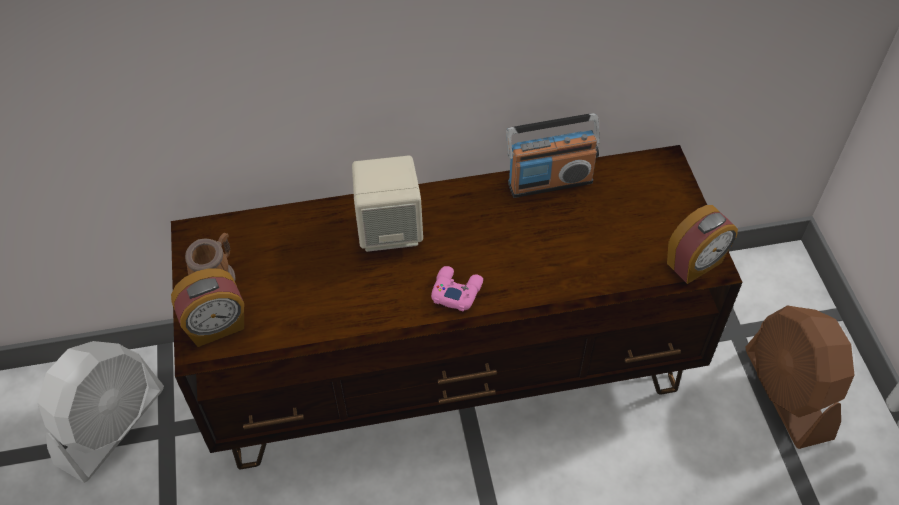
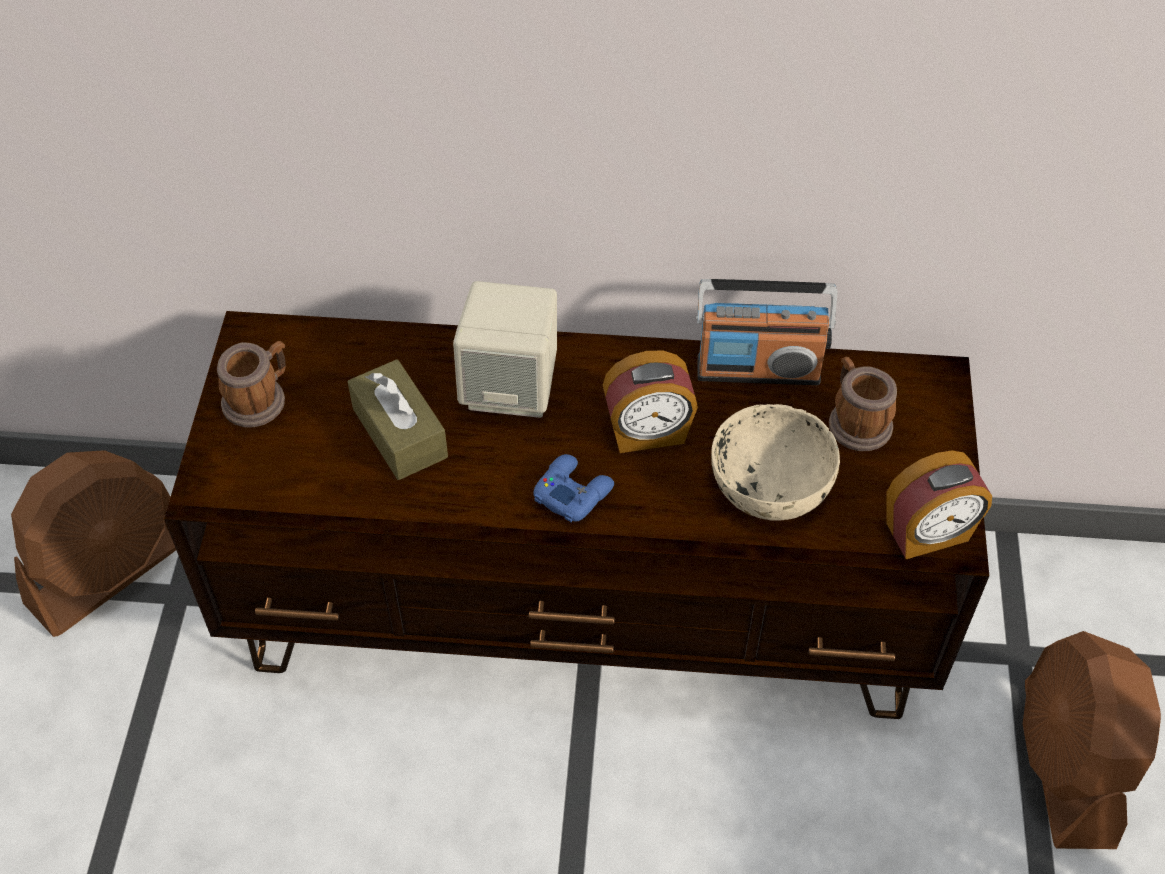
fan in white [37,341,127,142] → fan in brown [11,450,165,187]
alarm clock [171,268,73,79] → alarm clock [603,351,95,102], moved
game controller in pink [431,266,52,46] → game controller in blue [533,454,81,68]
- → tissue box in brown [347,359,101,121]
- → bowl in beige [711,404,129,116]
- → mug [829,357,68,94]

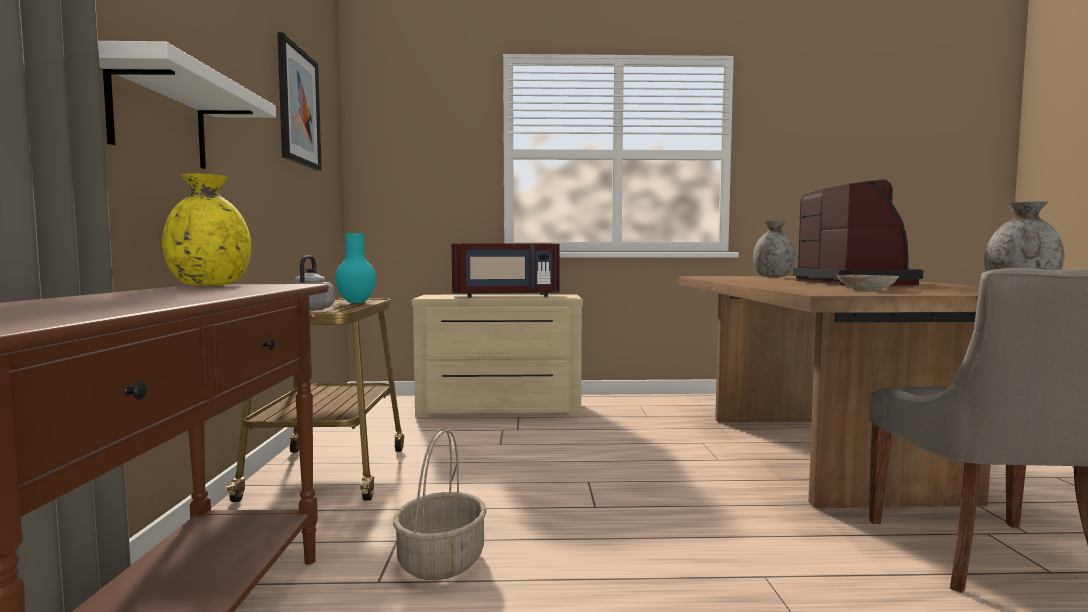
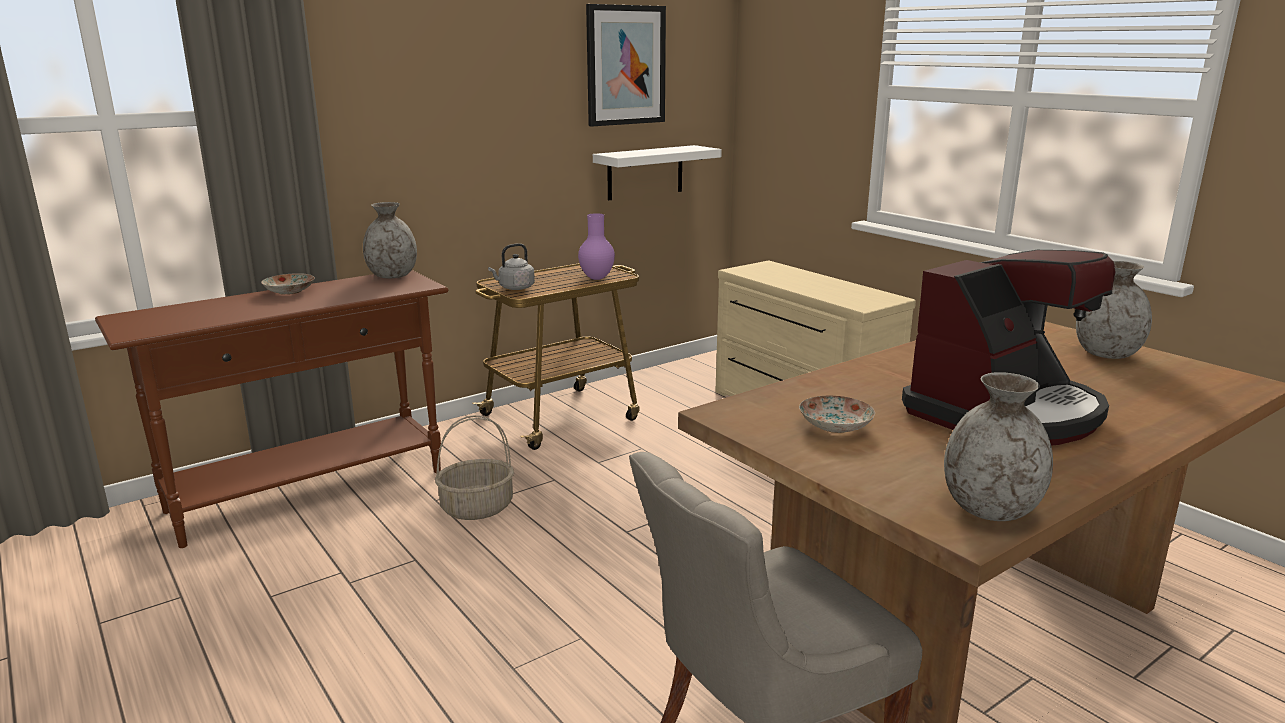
shelf in white [98,41,178,128] → shelf in white [593,145,129,55], moved
vase in yellow [162,173,89,113] → vase in grey [363,202,54,76]
vase in turquoise [335,233,41,70] → vase in purple [578,213,37,67]
microwave in red [452,243,108,55] → -
- → plate [261,273,54,22]

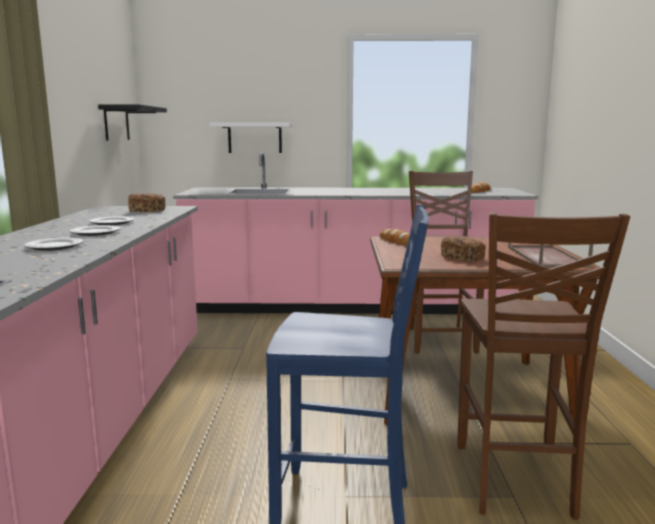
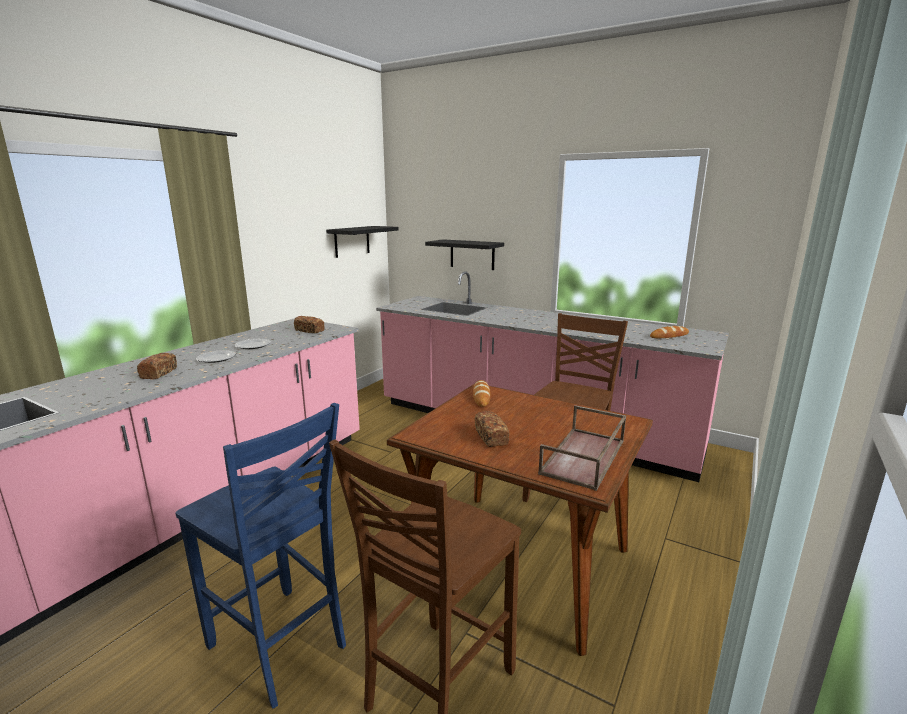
plate [24,238,59,13] → bread [137,353,40,26]
shelf in white [209,122,83,31] → shelf in black [425,239,79,31]

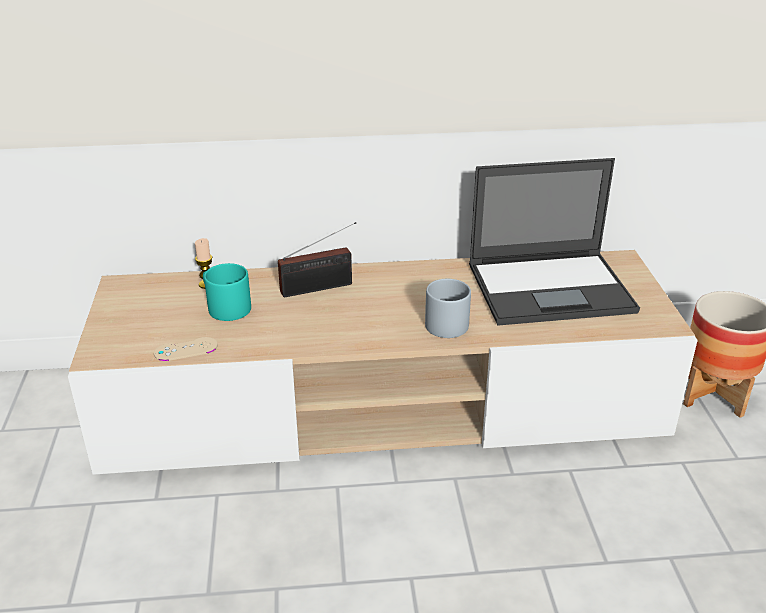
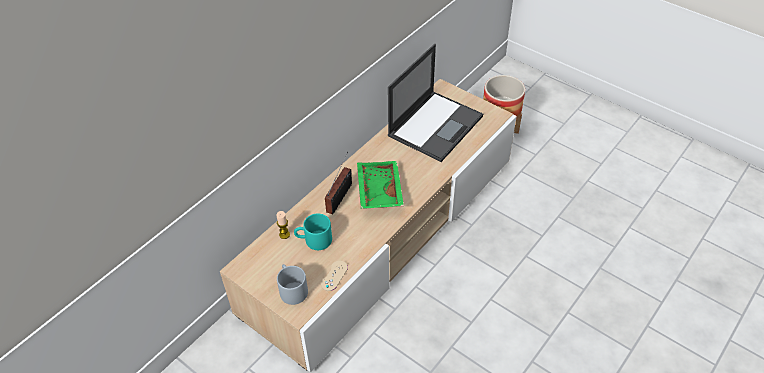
mug in grey [425,279,46,59] → mug in grey [277,264,31,41], moved
- → tray in green [357,161,47,48]

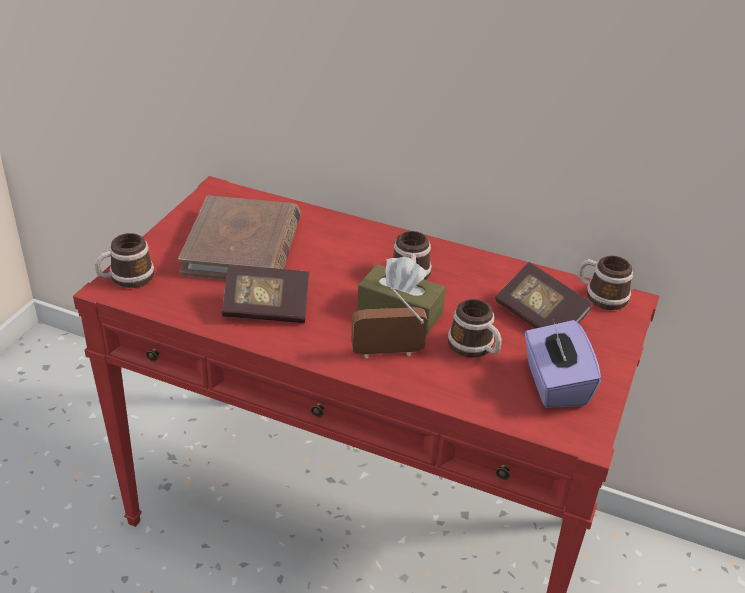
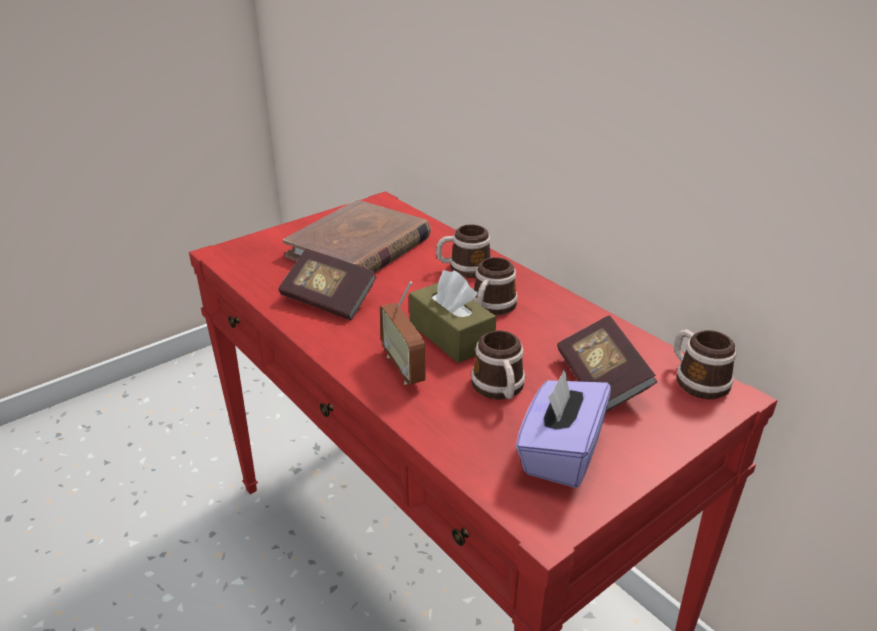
mug [95,233,59,55] → mug [436,224,56,54], moved
radio [351,287,77,72] → radio [379,281,47,104], 135 degrees counterclockwise

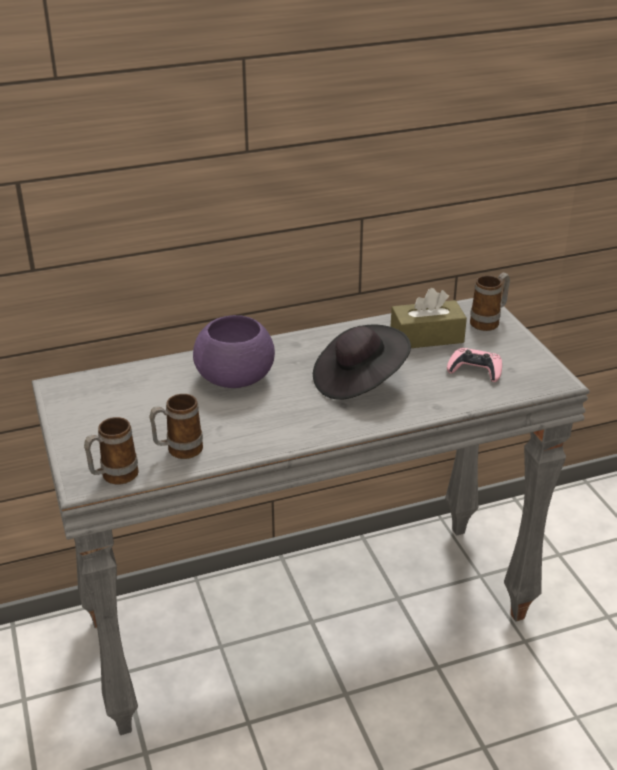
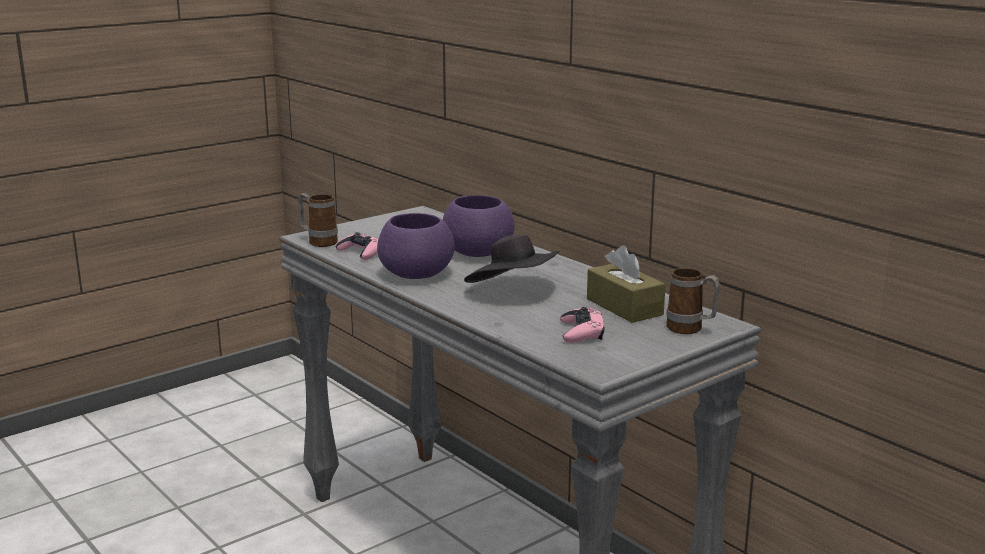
mug [150,394,53,65] → game controller in pink [335,232,43,28]
- → bowl in purple [377,213,78,66]

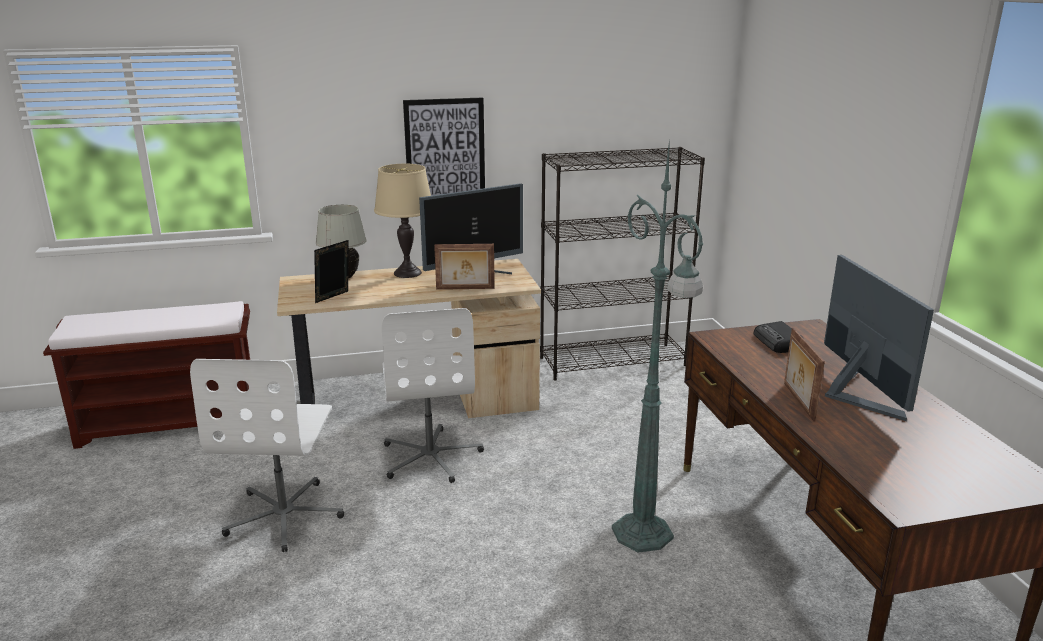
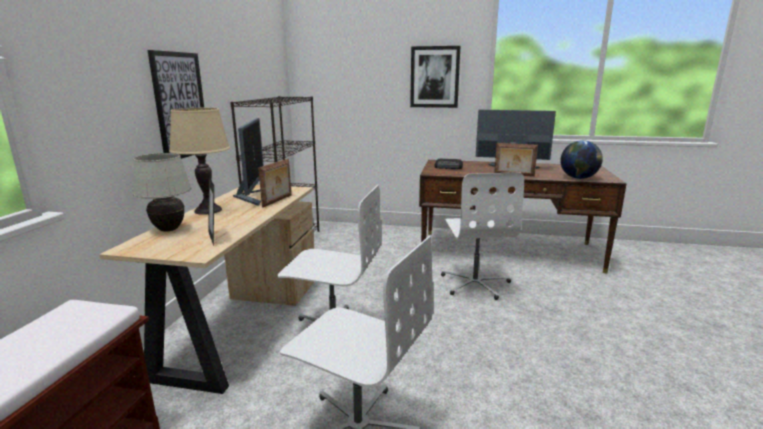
floor lamp in green [612,137,91,416] → office chair in white [441,172,83,128]
- → picture [410,46,50,62]
- → globe [560,140,43,39]

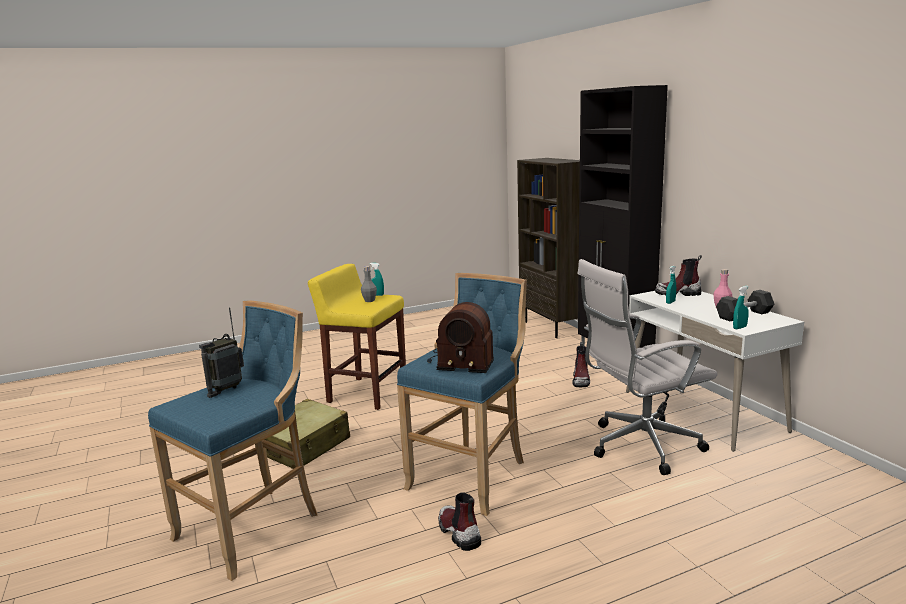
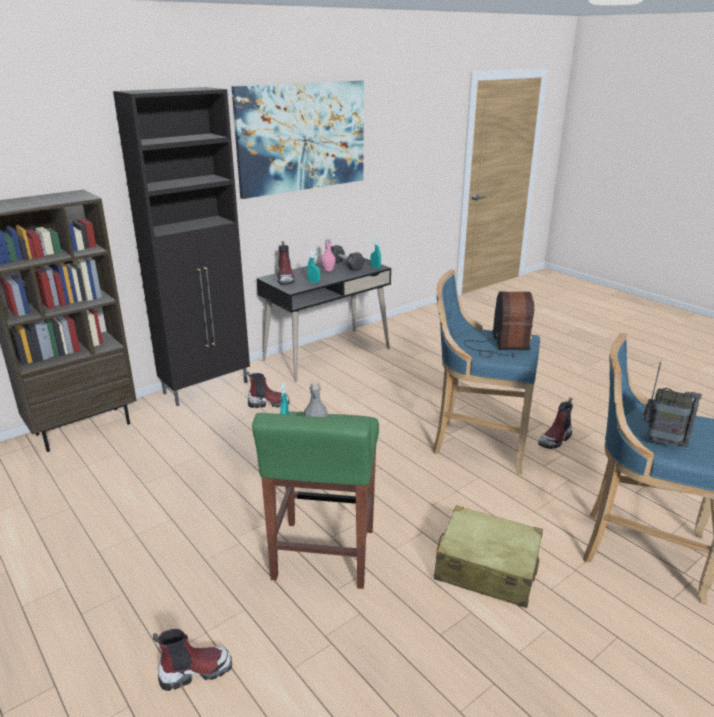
stool in yellow [308,264,98,146] → stool in green [252,412,127,177]
office chair in white [577,259,140,216] → -
desk in white [626,291,178,161] → desk in black [257,256,134,126]
- → boot [153,629,79,62]
- → picture [231,80,133,119]

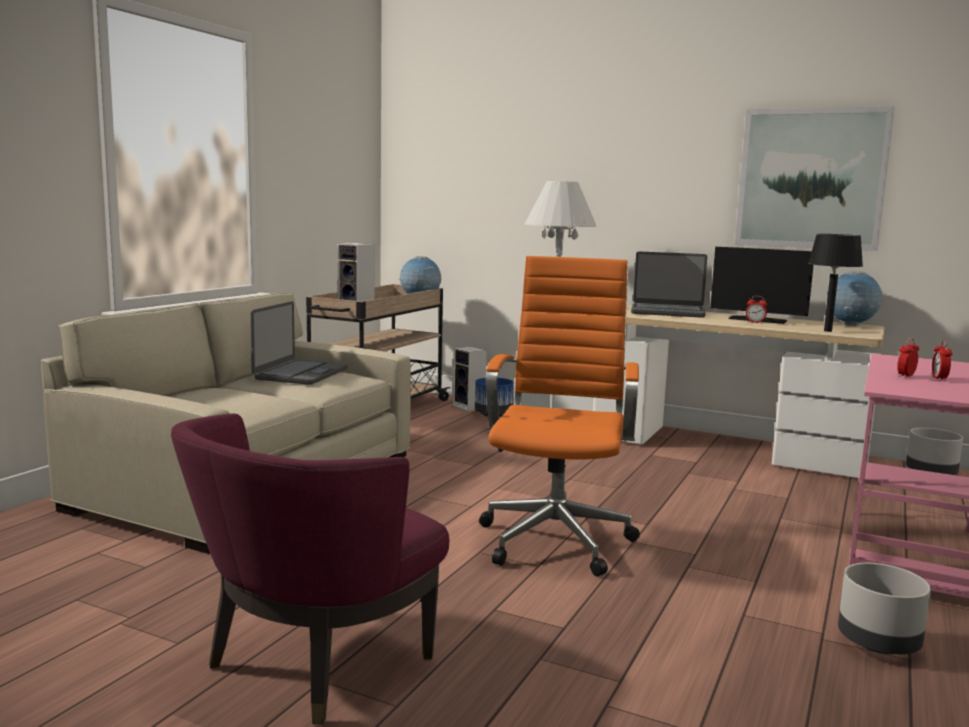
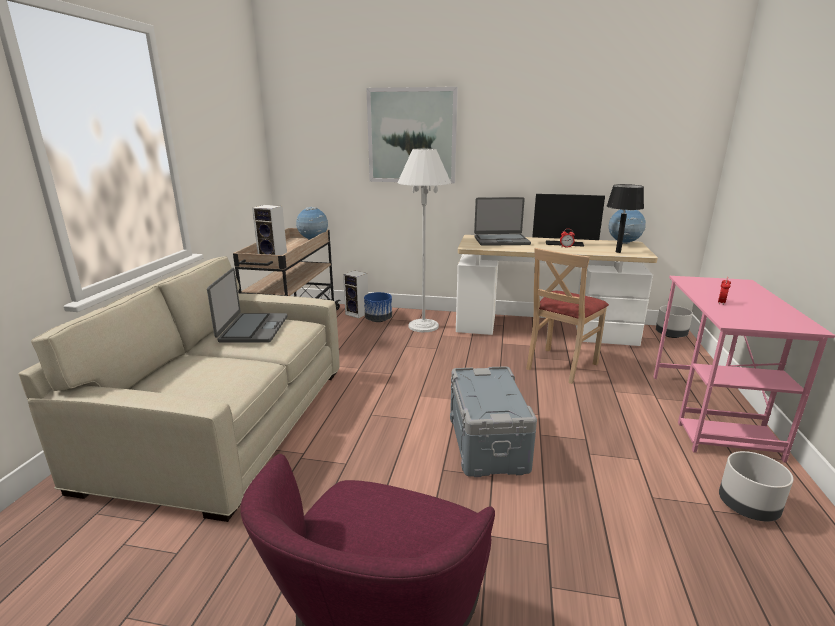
office chair in orange [479,256,161,320] → storage box in grey [450,366,87,111]
picture [735,106,160,145] → picture [366,87,92,96], moved
alarm clock [932,340,20,41] → -
- → chair in beige [526,248,83,136]

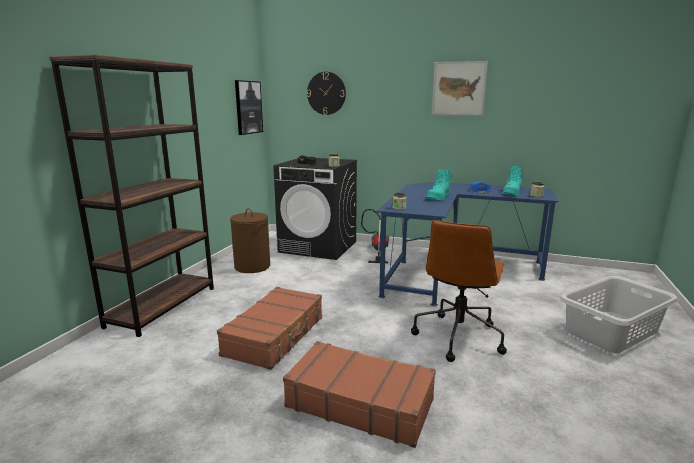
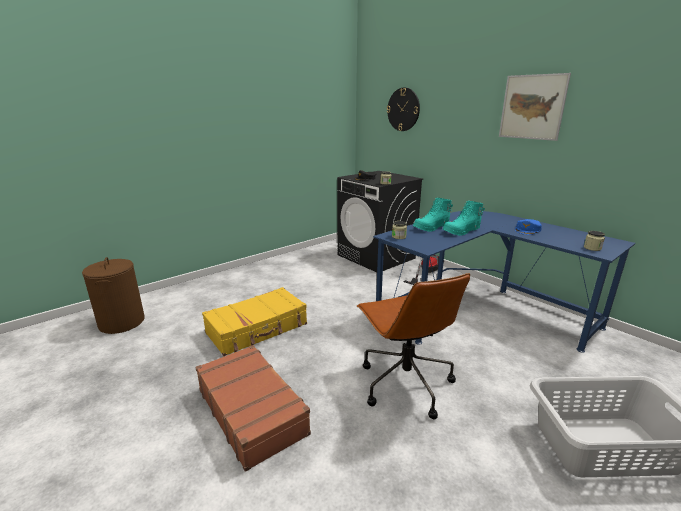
bookcase in brown [49,55,165,282] → -
suitcase in brown [217,287,105,83] → suitcase in yellow [202,287,105,69]
laundry basket in brown [230,208,40,65] → laundry basket in brown [82,257,63,77], moved
picture [235,80,28,55] → -
office chair in brown [411,220,96,142] → office chair in brown [357,273,113,147], 75 degrees counterclockwise
boot in turquoise [502,166,21,29] → boot in turquoise [413,198,40,34], moved

